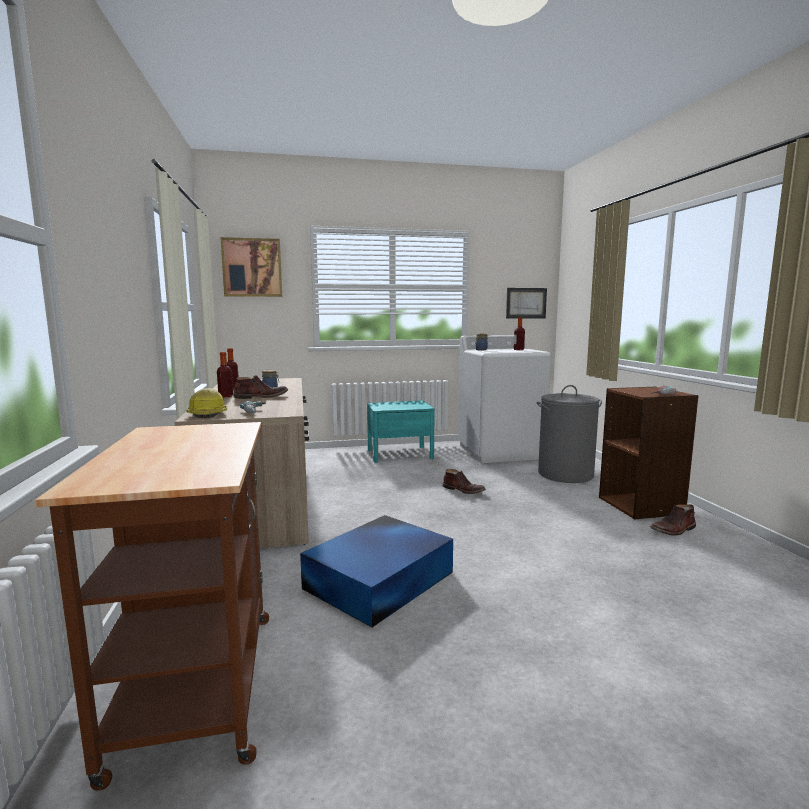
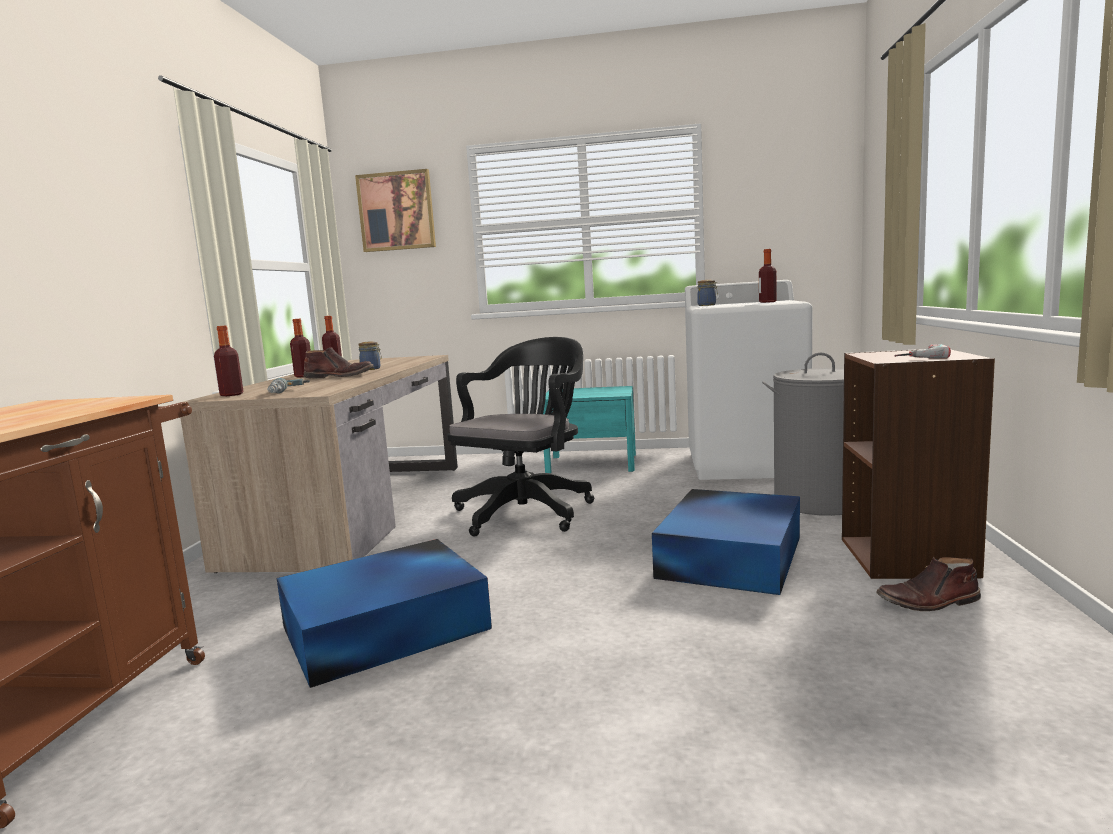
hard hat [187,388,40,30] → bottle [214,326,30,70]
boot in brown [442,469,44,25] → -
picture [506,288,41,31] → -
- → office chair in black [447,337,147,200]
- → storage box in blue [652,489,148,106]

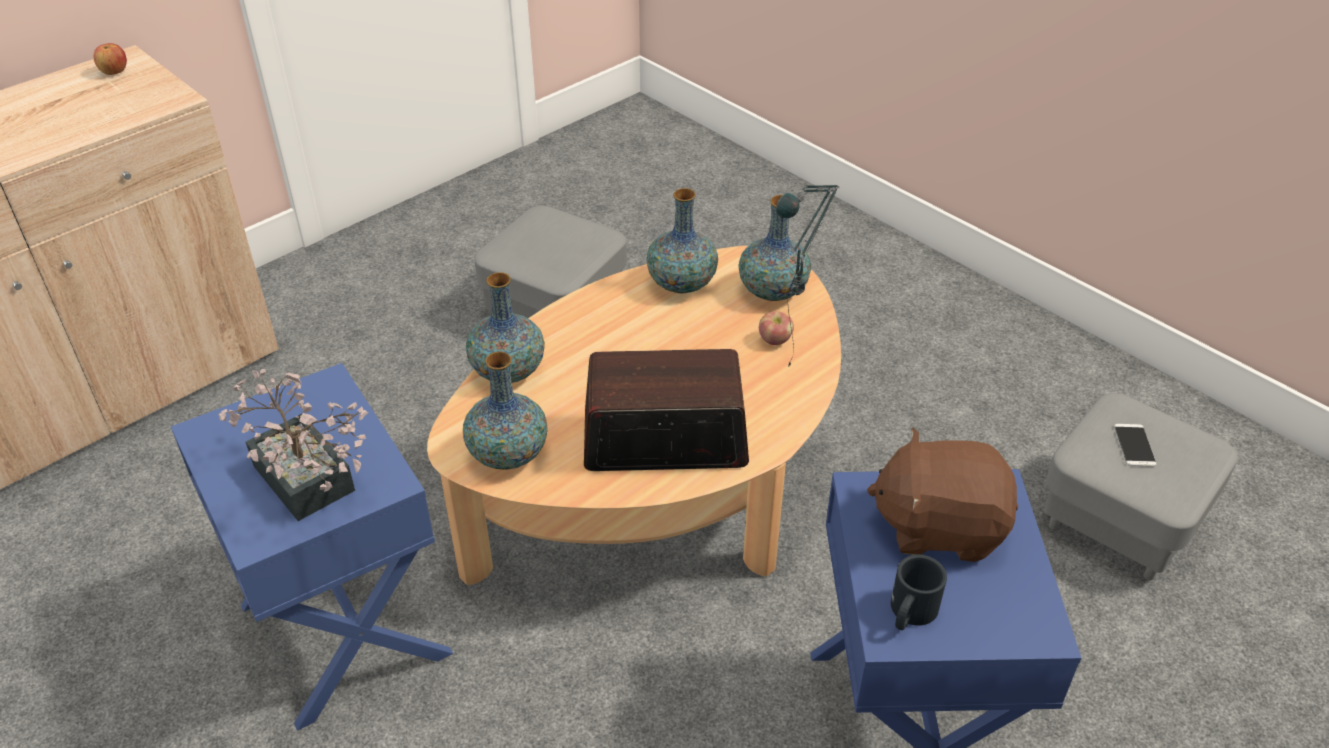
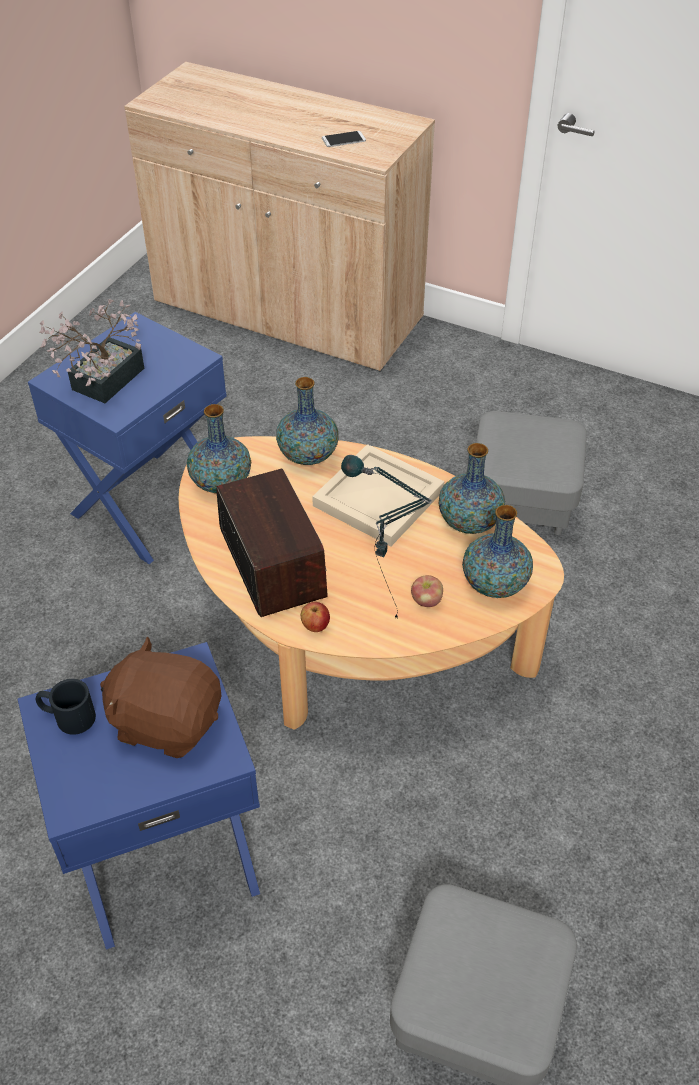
apple [94,43,33,32] → apple [301,602,29,30], moved
plush toy in brown [867,428,151,134] → plush toy in brown [100,637,121,121], 60 degrees counterclockwise
phone [1114,424,43,43] → phone [322,131,44,16], moved
- → tray in beige [312,444,132,103]

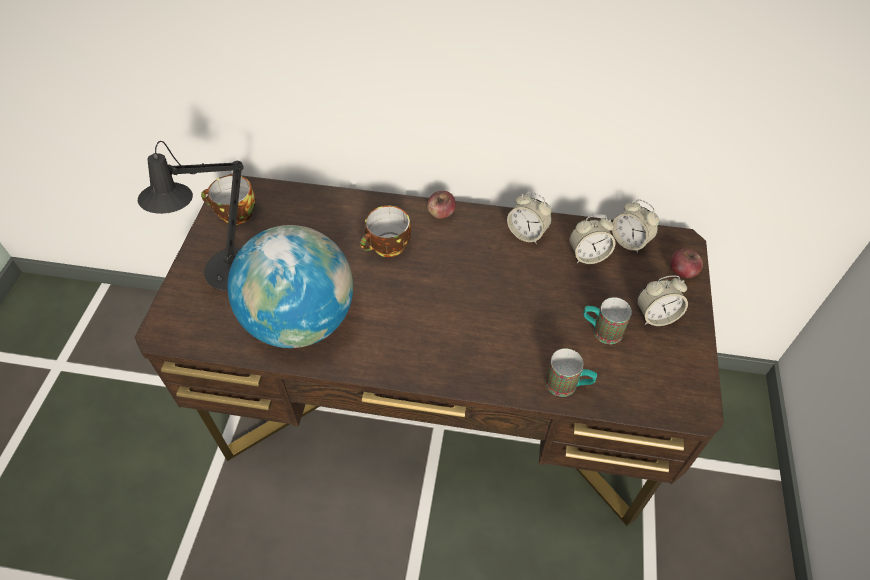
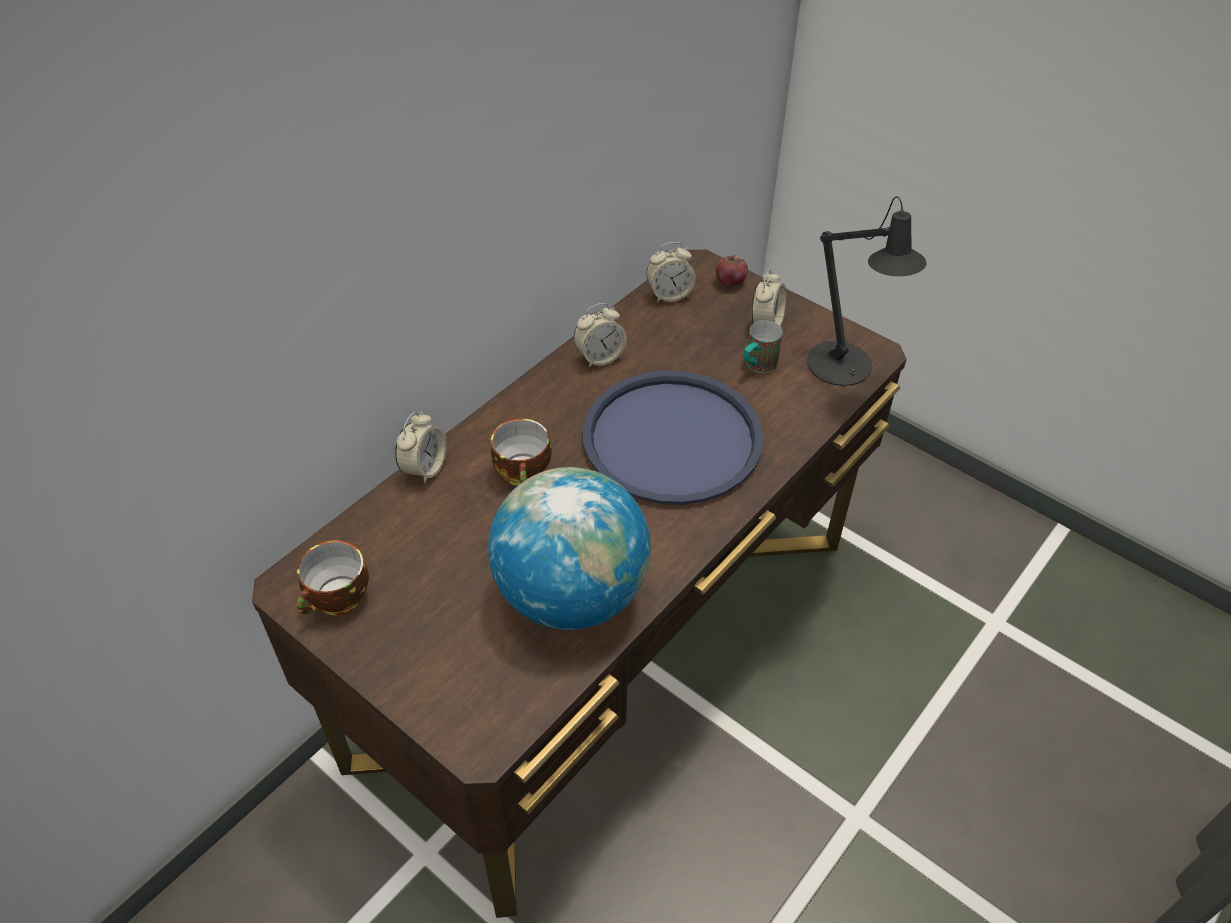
table lamp in black [138,141,106,150] → table lamp in black [807,196,120,190], moved
apple [427,191,29,28] → -
mug [545,348,52,49] → -
alarm clock [569,214,47,50] → alarm clock [395,411,52,73], moved
- → tray in blue [582,371,182,134]

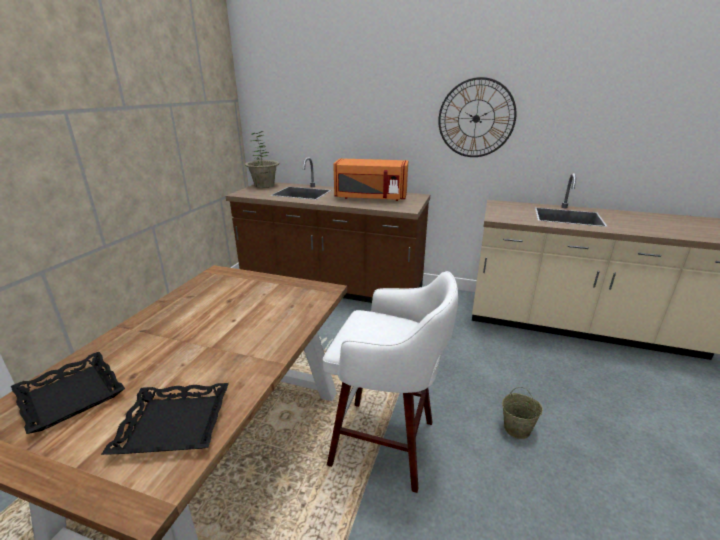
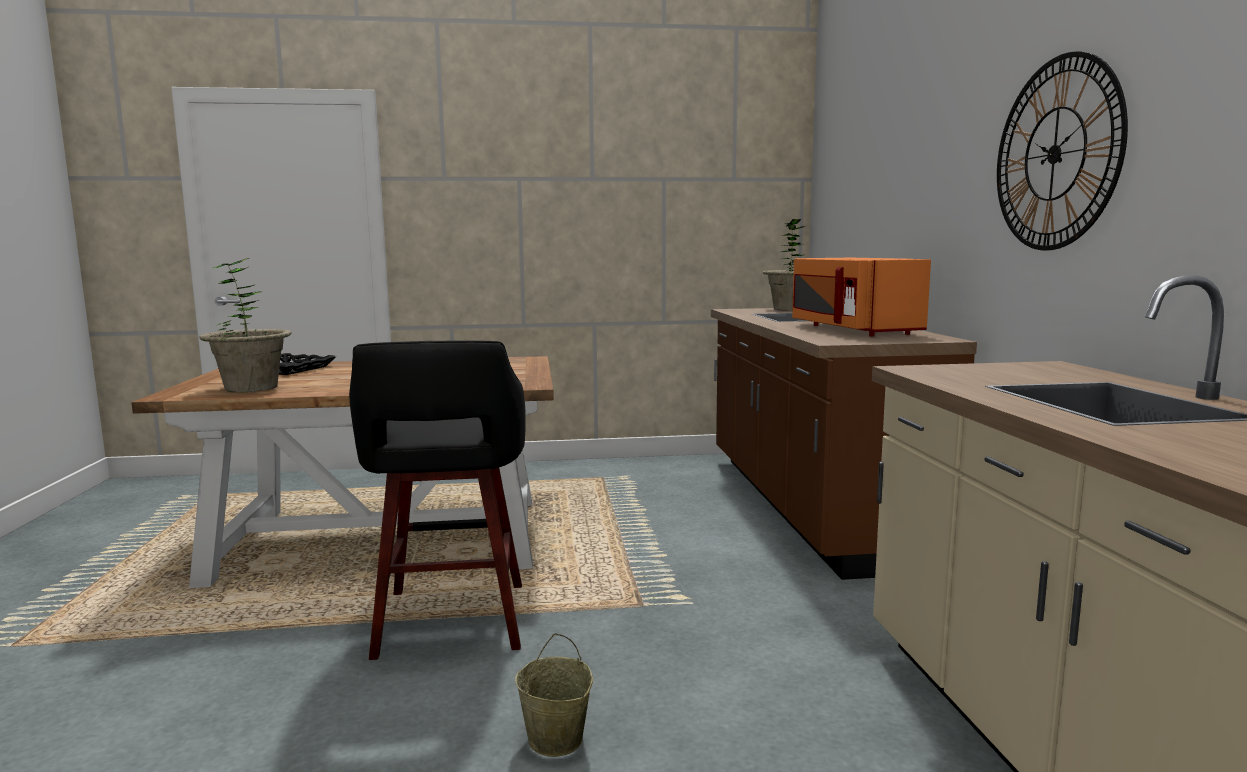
tray in black [101,383,128,72] → potted plant [200,258,92,134]
stool in white [323,271,135,222] → stool in black [349,340,177,320]

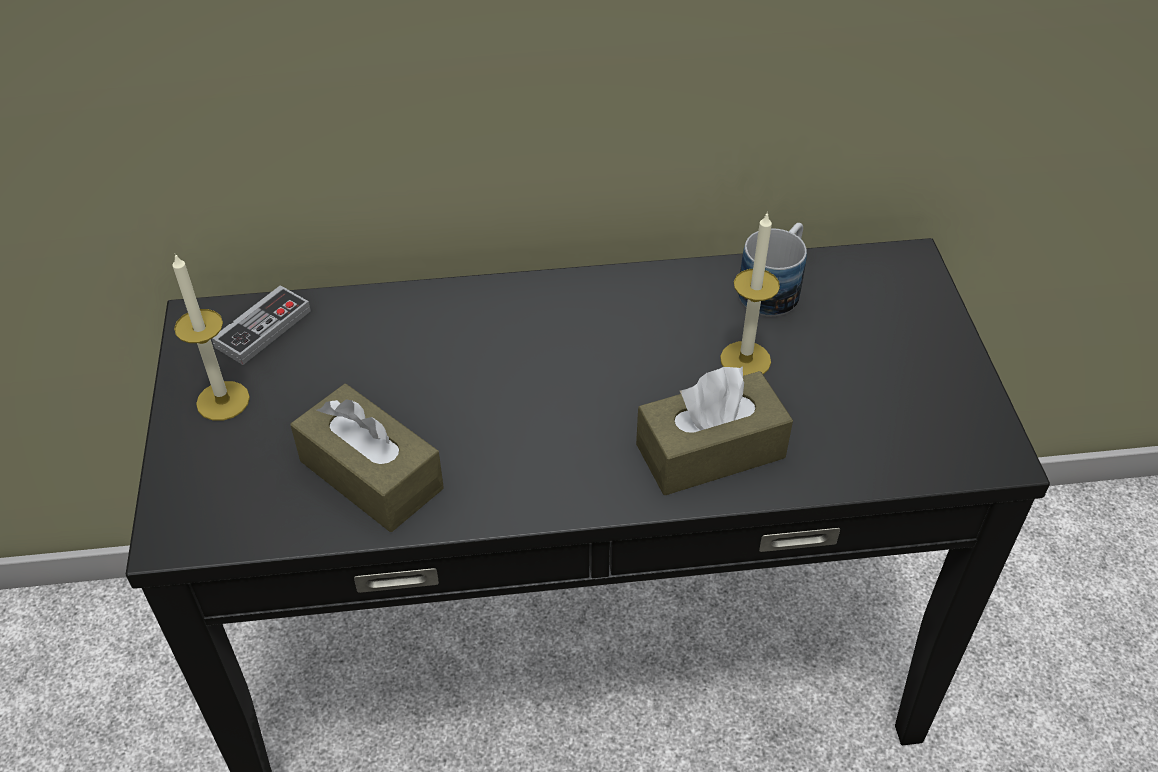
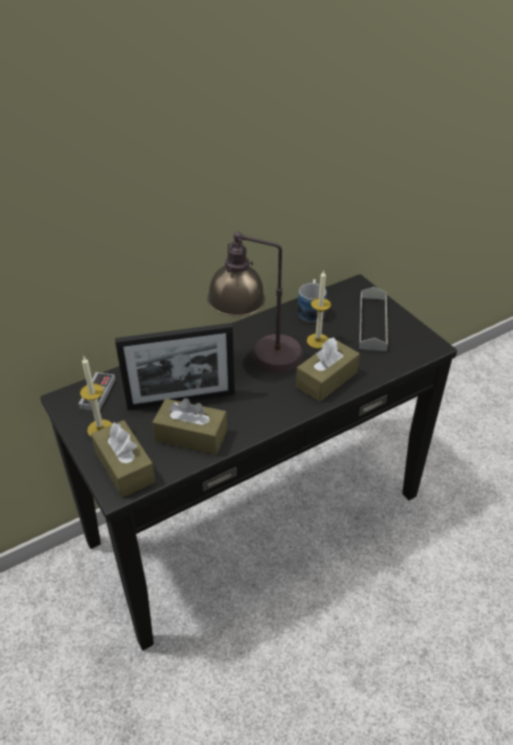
- → tissue box in brown [91,420,65,78]
- → picture frame [115,323,120,87]
- → table lamp [207,232,96,141]
- → tray in grey [359,287,29,64]

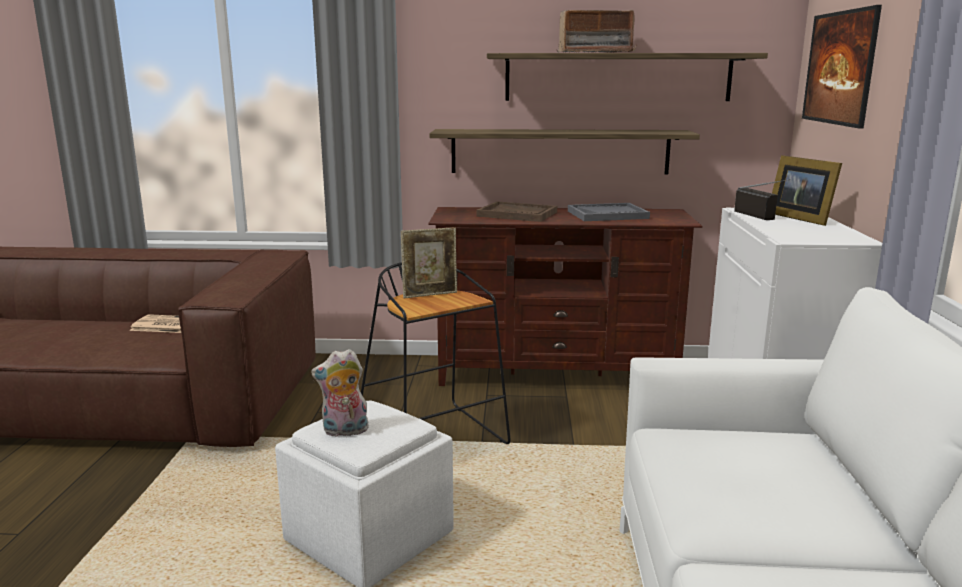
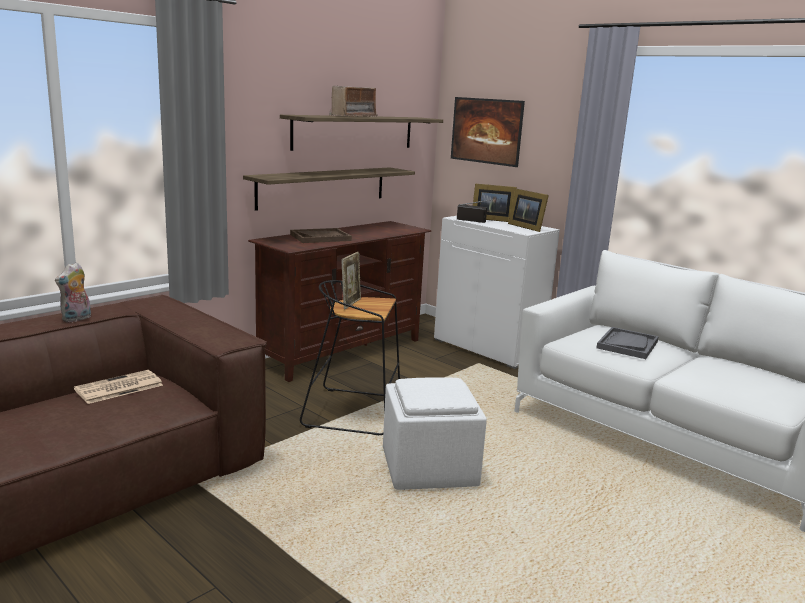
plush toy [311,349,58,88] → plush toy [55,262,36,60], moved
tray in grey [568,203,82,18] → tray in grey [596,327,63,32], moved
- → picture frame [508,189,41,43]

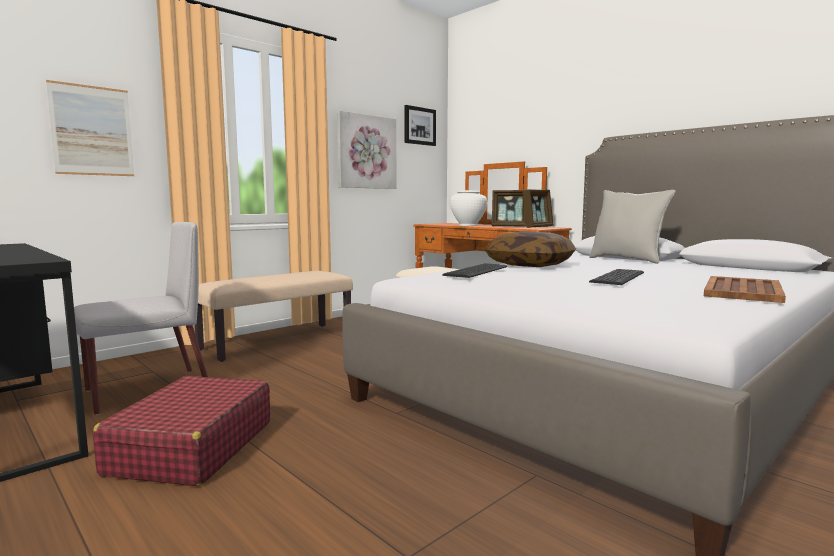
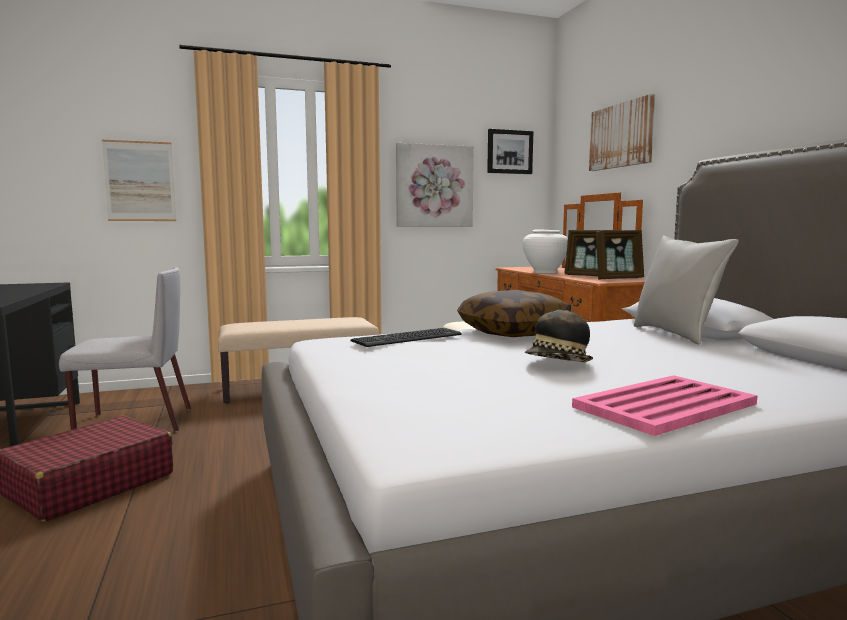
keyboard [589,269,55,16] → hat [525,304,68,58]
tray in brown [704,276,82,27] → tray in pink [572,375,186,61]
- → picture [589,94,66,77]

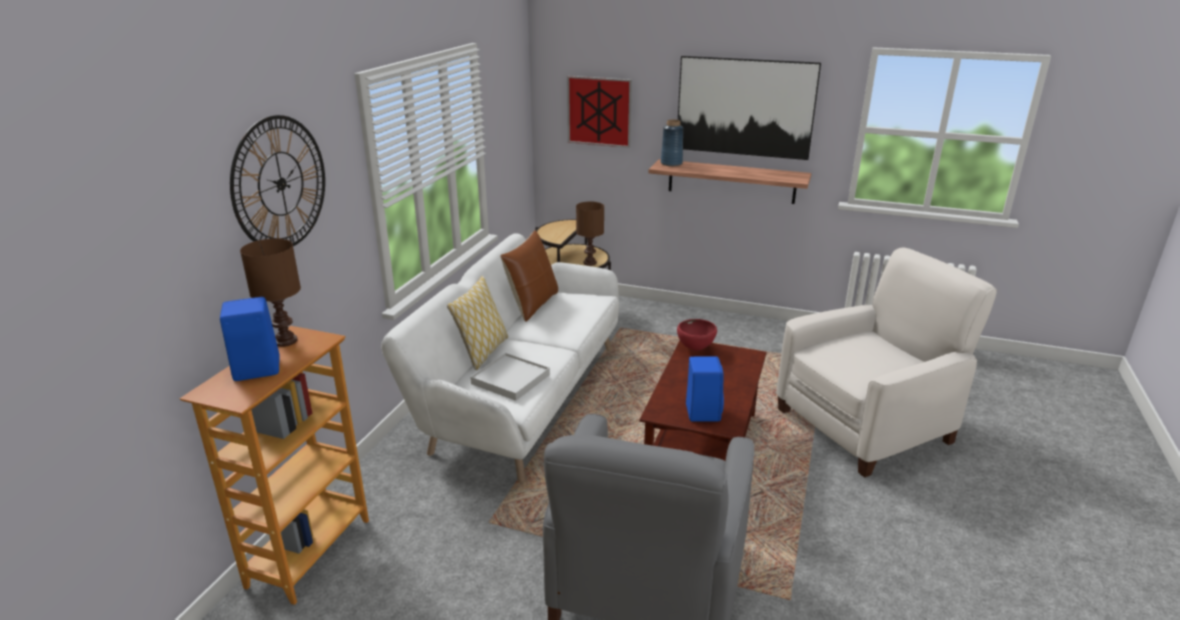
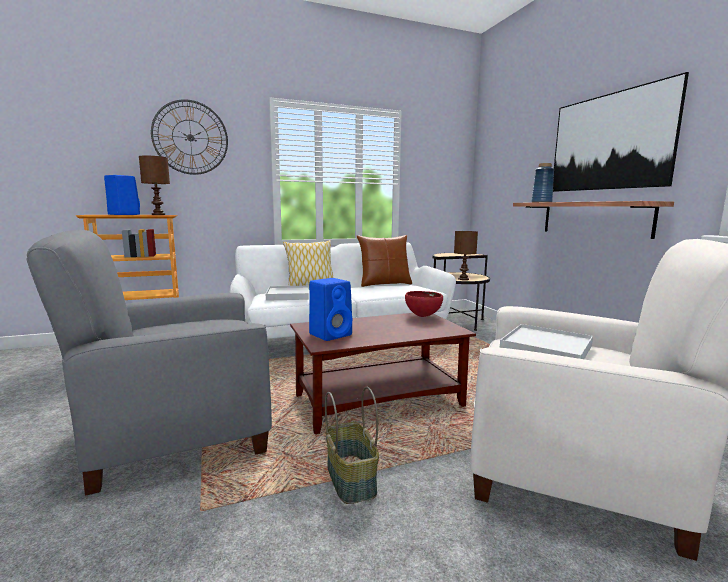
picture [567,76,65,72] → -
- → basket [325,387,54,117]
- → tray in white [500,324,93,35]

